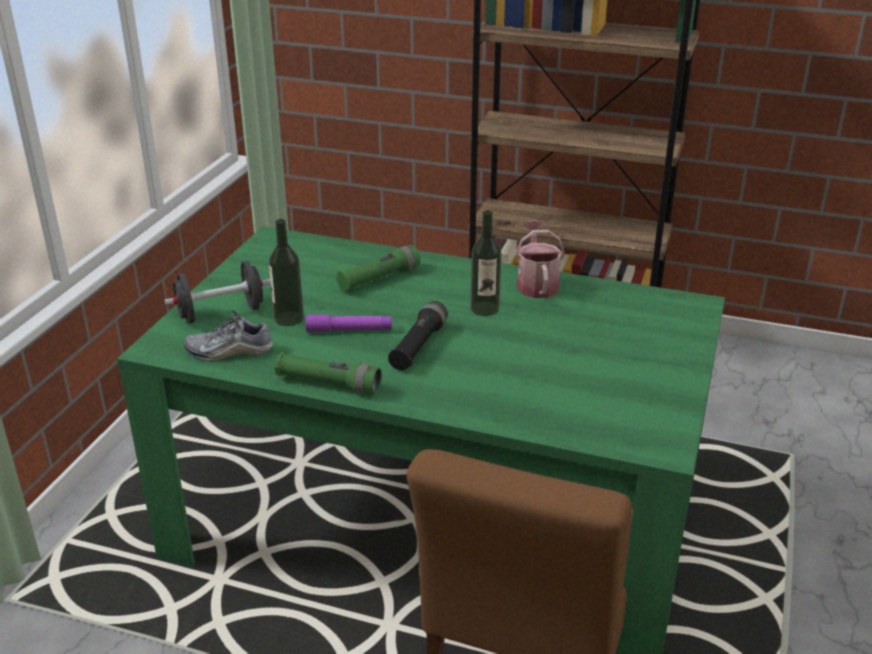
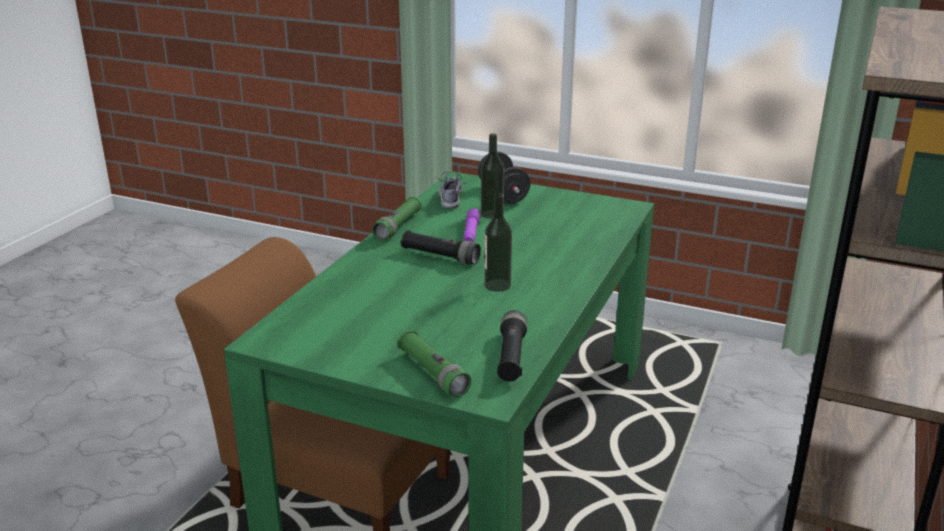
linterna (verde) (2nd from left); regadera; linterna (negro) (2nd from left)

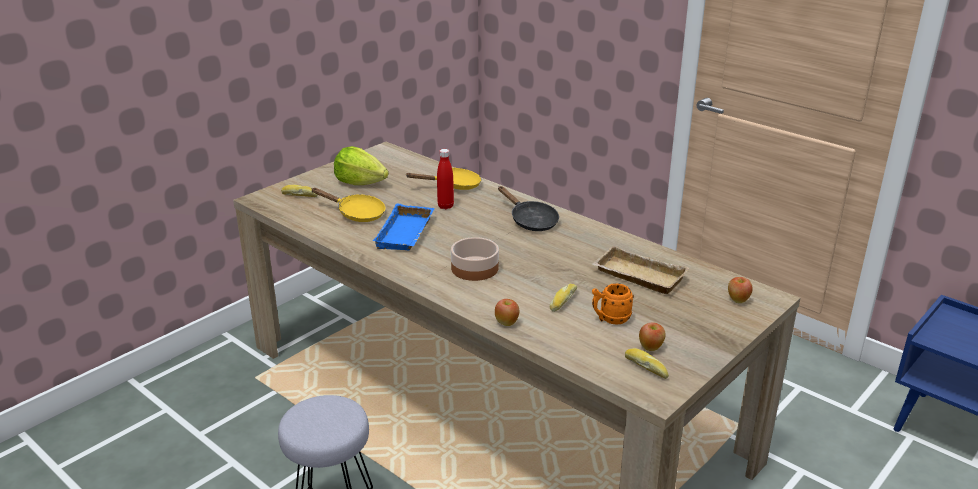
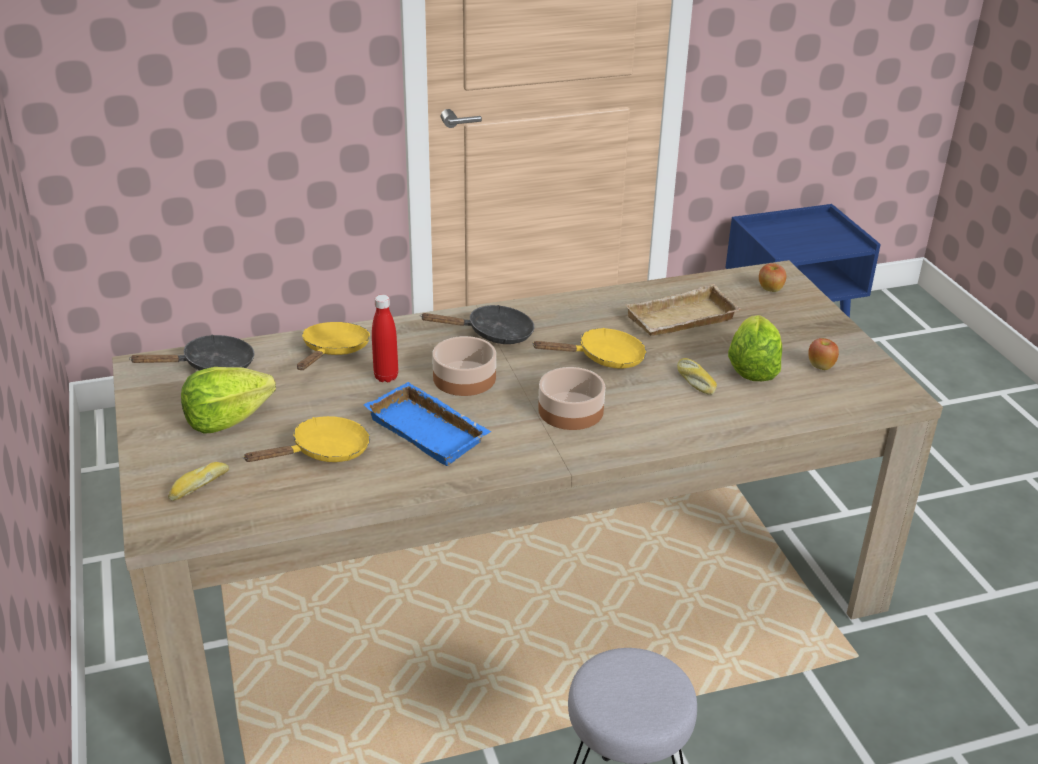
manzana (1st from left in the first image); lechuga (2nd from left); pan (3rd from left in the first image); sartén (negro) (1st from left); cuenco (1st from left); sartén (amarillo) (3rd from left)

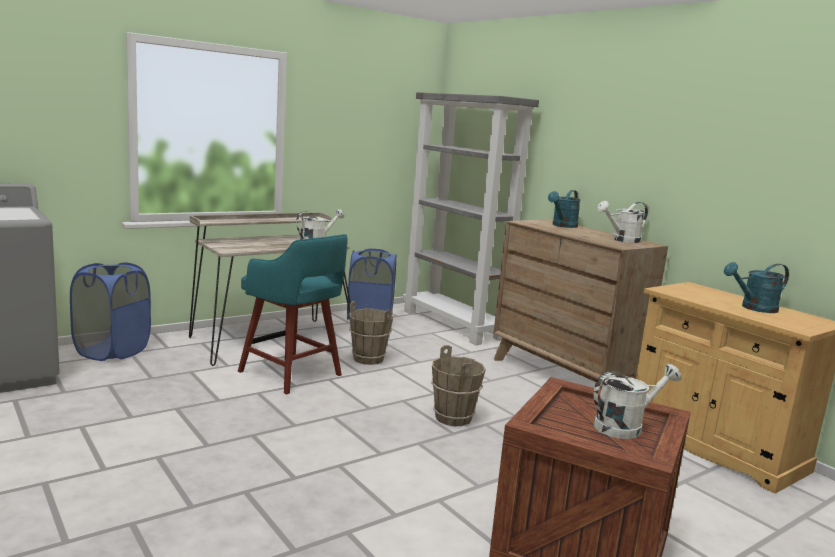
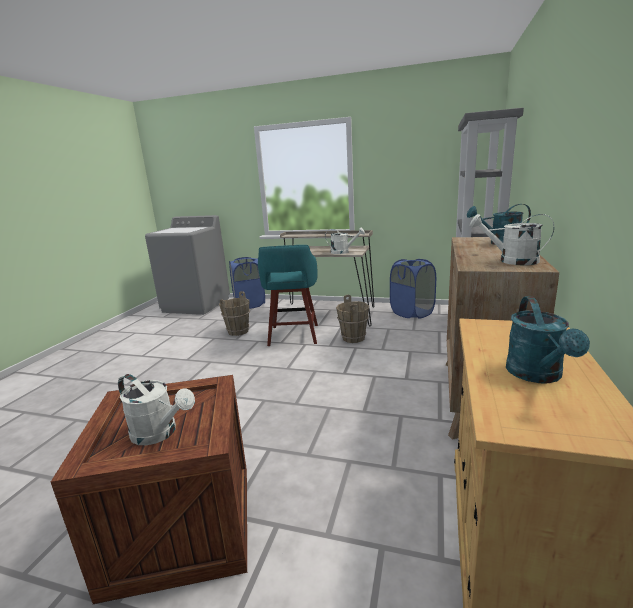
cubo (marrón) (1st from left); regadera (turquesa) (2nd from left)

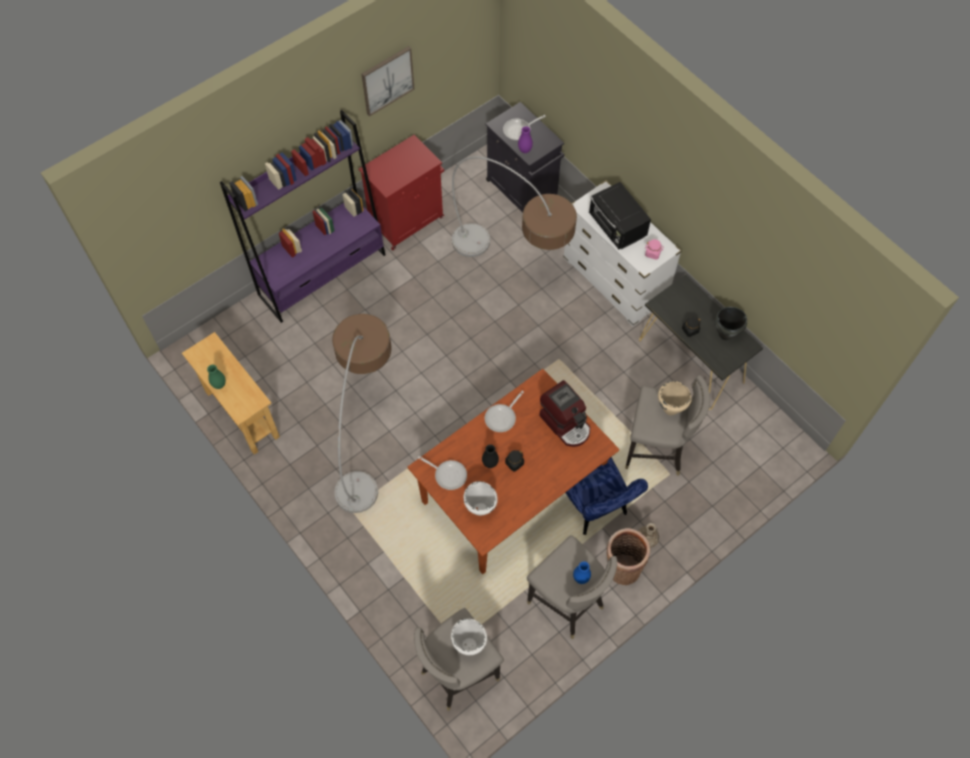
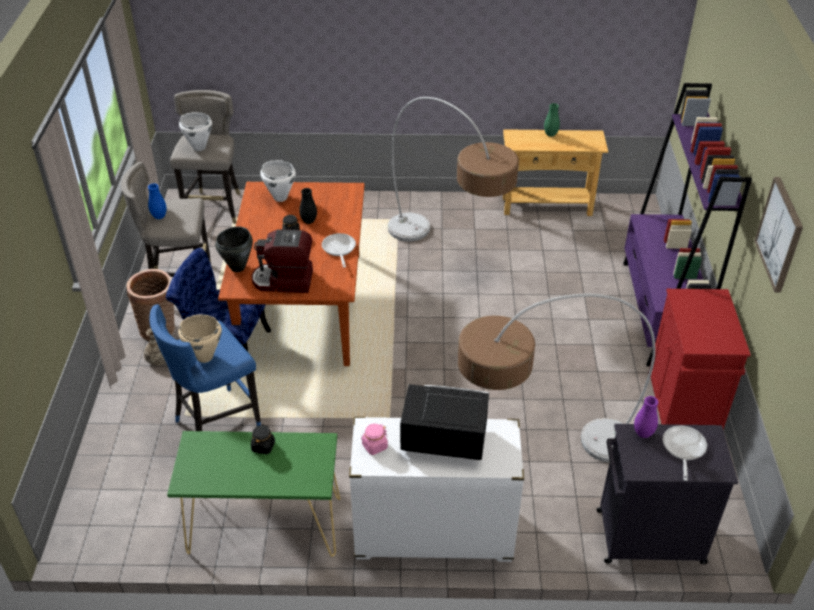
sartén (1st from left in the first image); taburete (azul); mesa consola (verde); olla (negro)

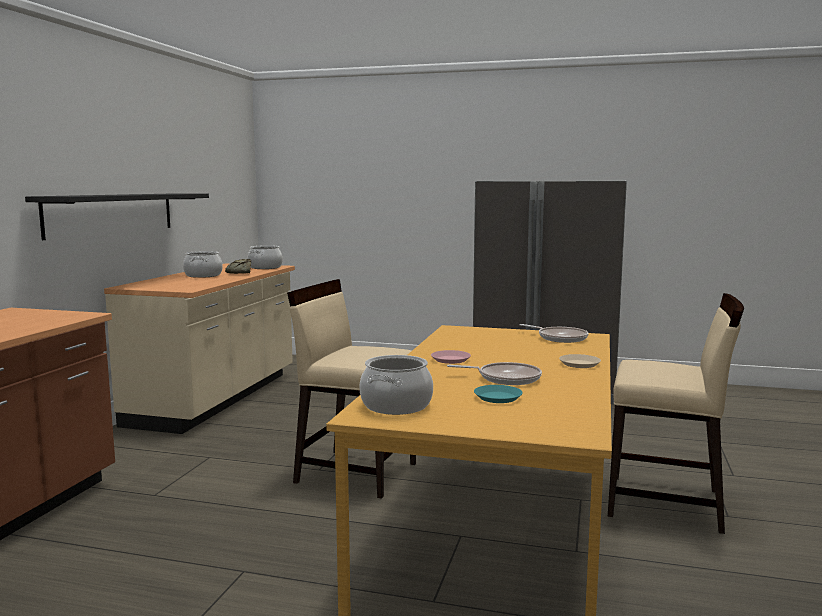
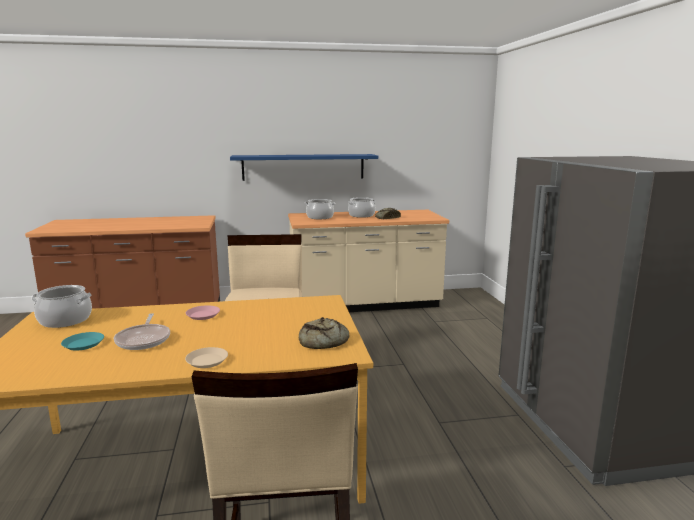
estante (azul); olla (2nd from left); pan (1st from left)

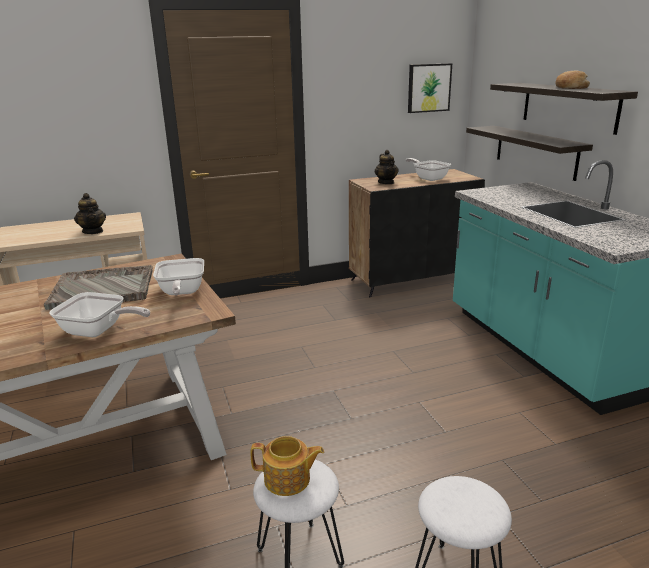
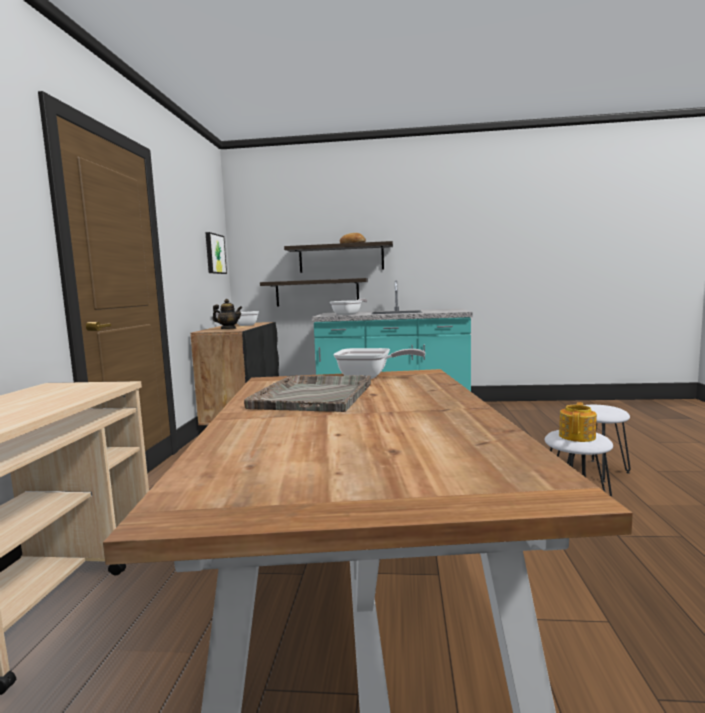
sartén (2nd from left); tetera (1st from left in the first image)

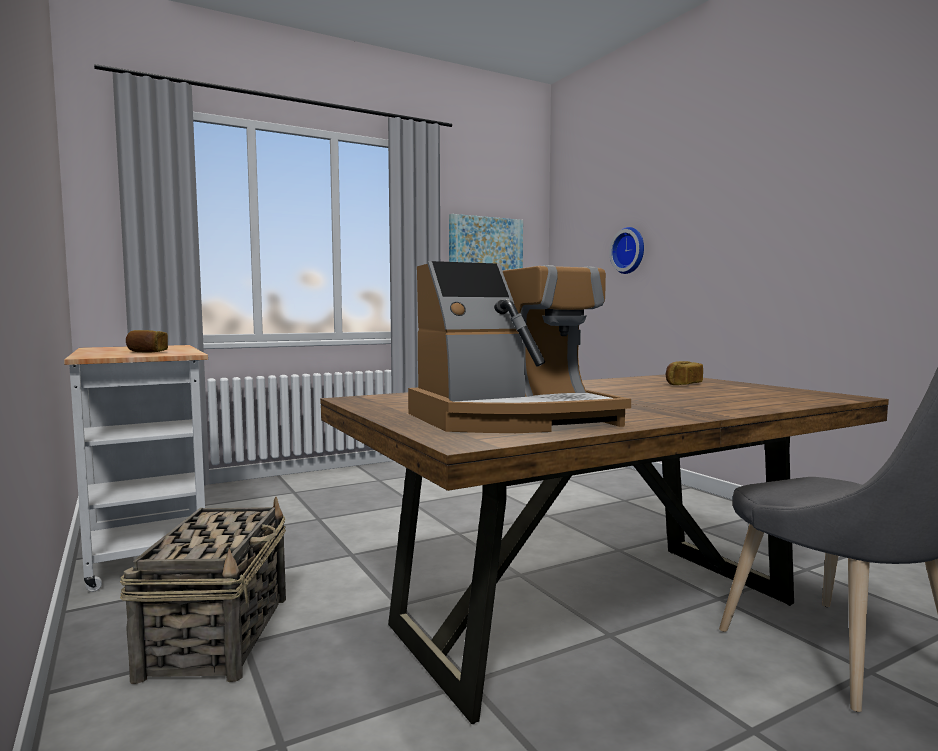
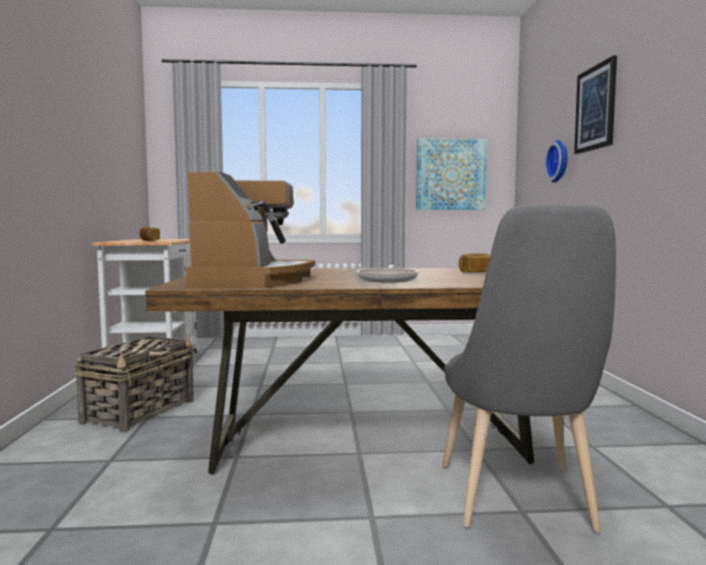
cafetera; sartén; cuadro (2nd from left)

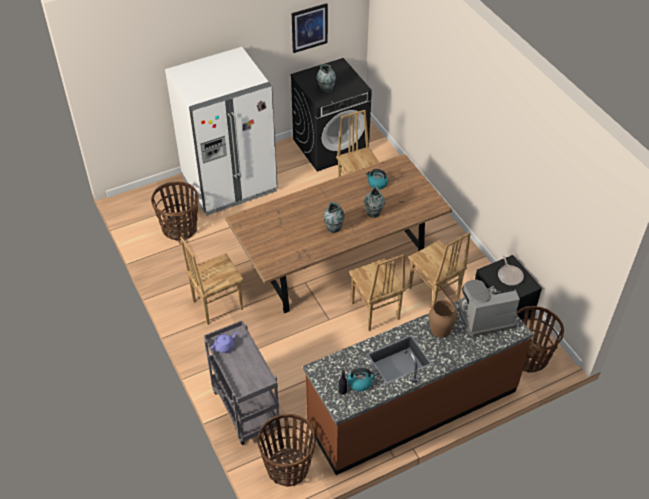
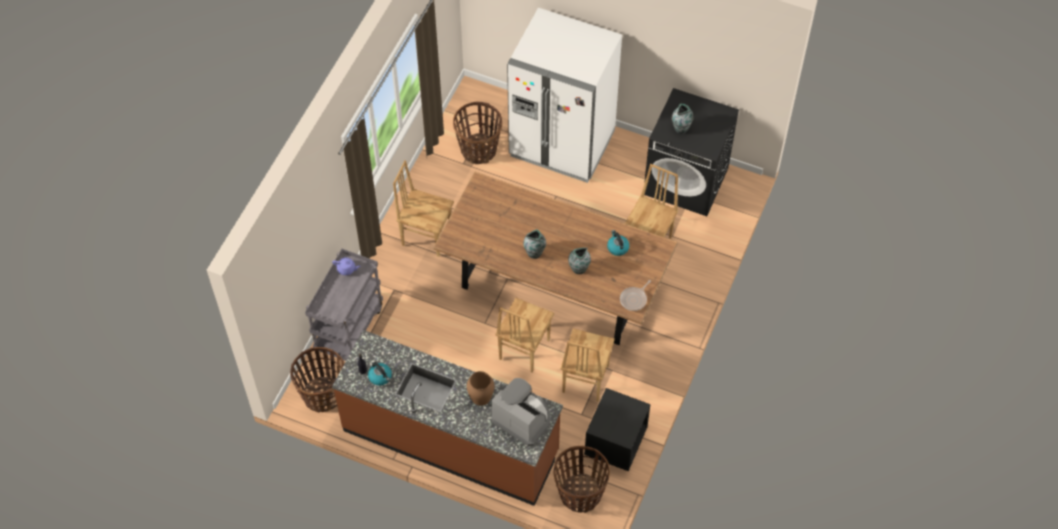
cuadro; sartén

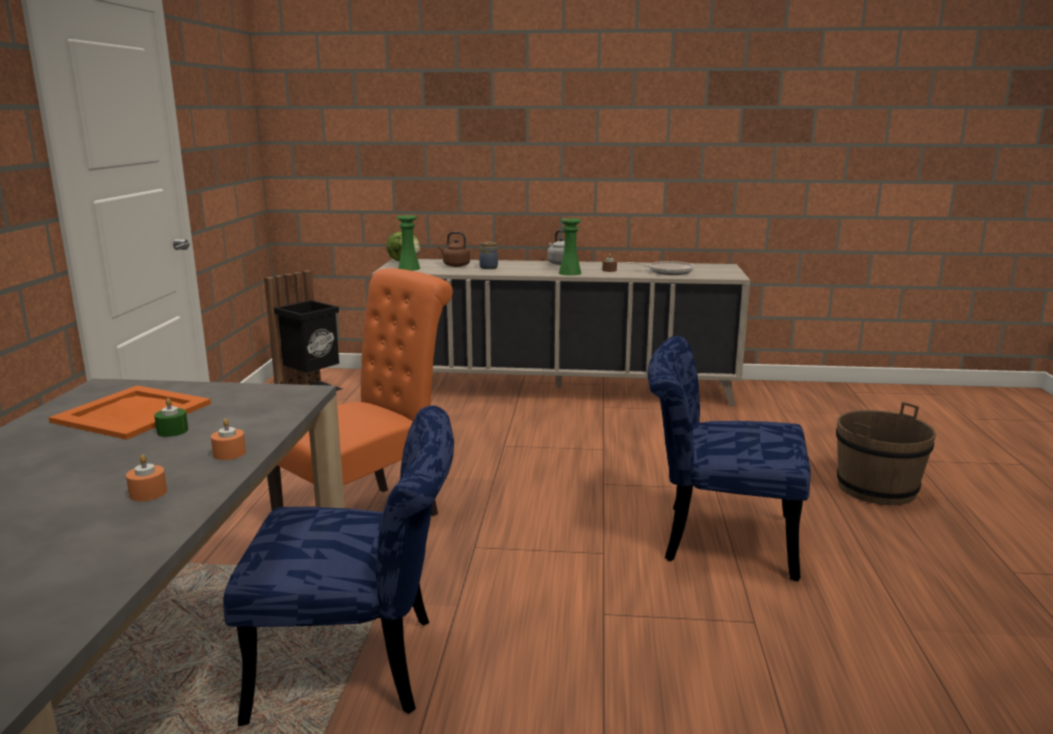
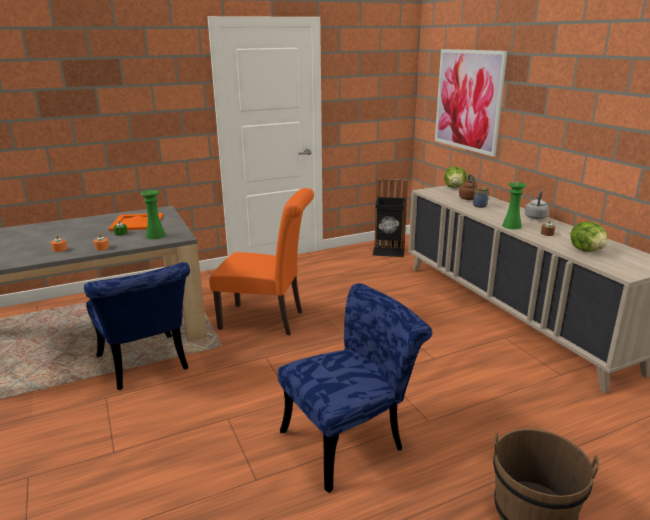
florero (verde) (1st from left); lechuga (2nd from left); silla (azul) (2nd from left); cuadro

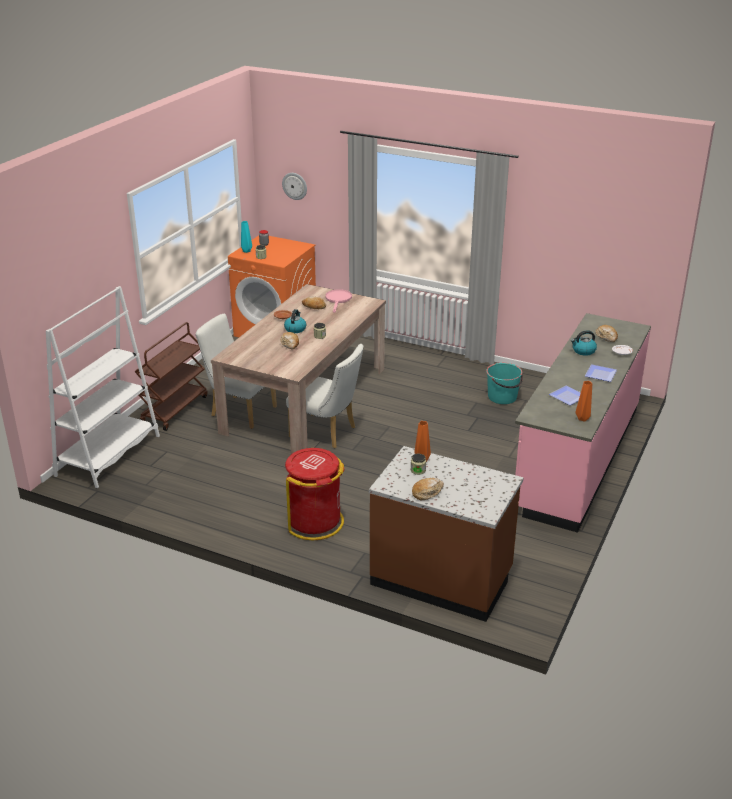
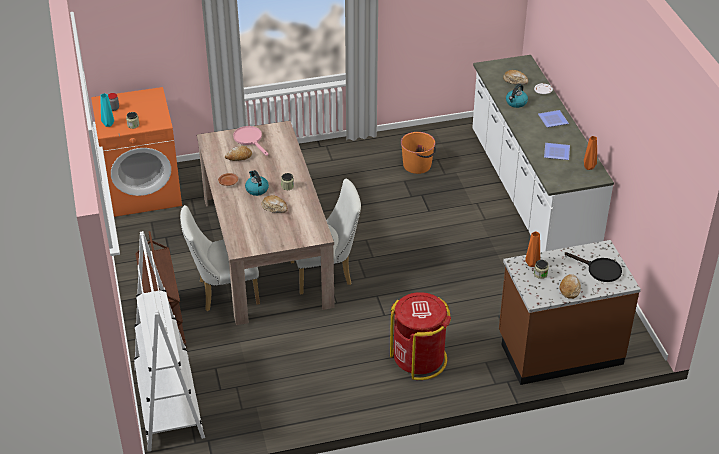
reloj de pared; cubo (naranja); mueble bajo de cocina (blanco); sartén (negro)

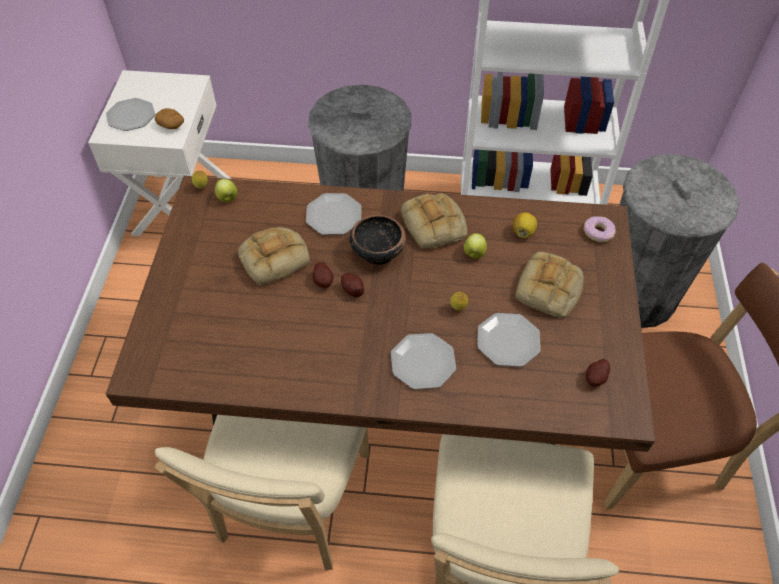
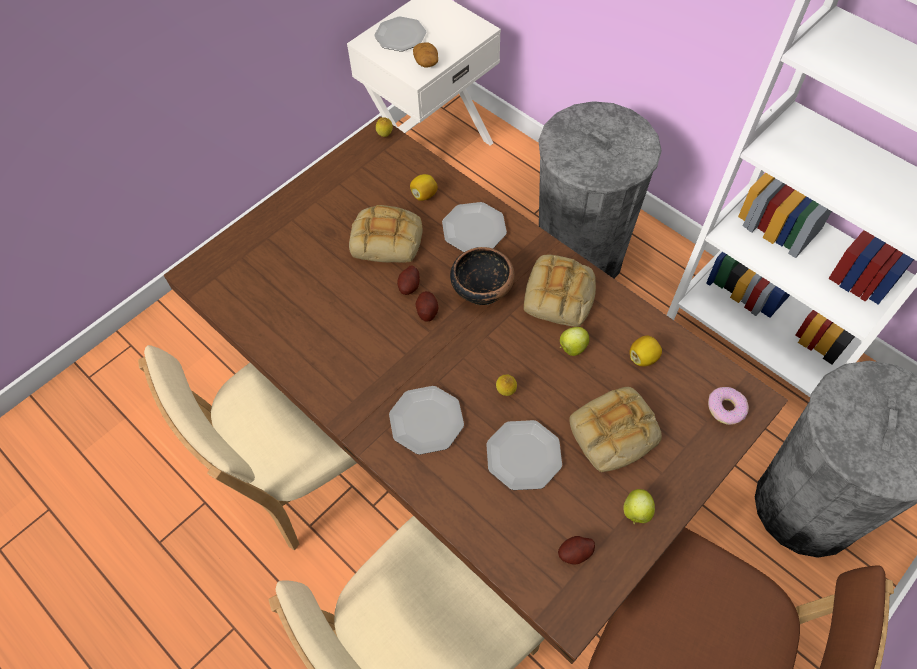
manzana (2nd from left); limón (2nd from left)

